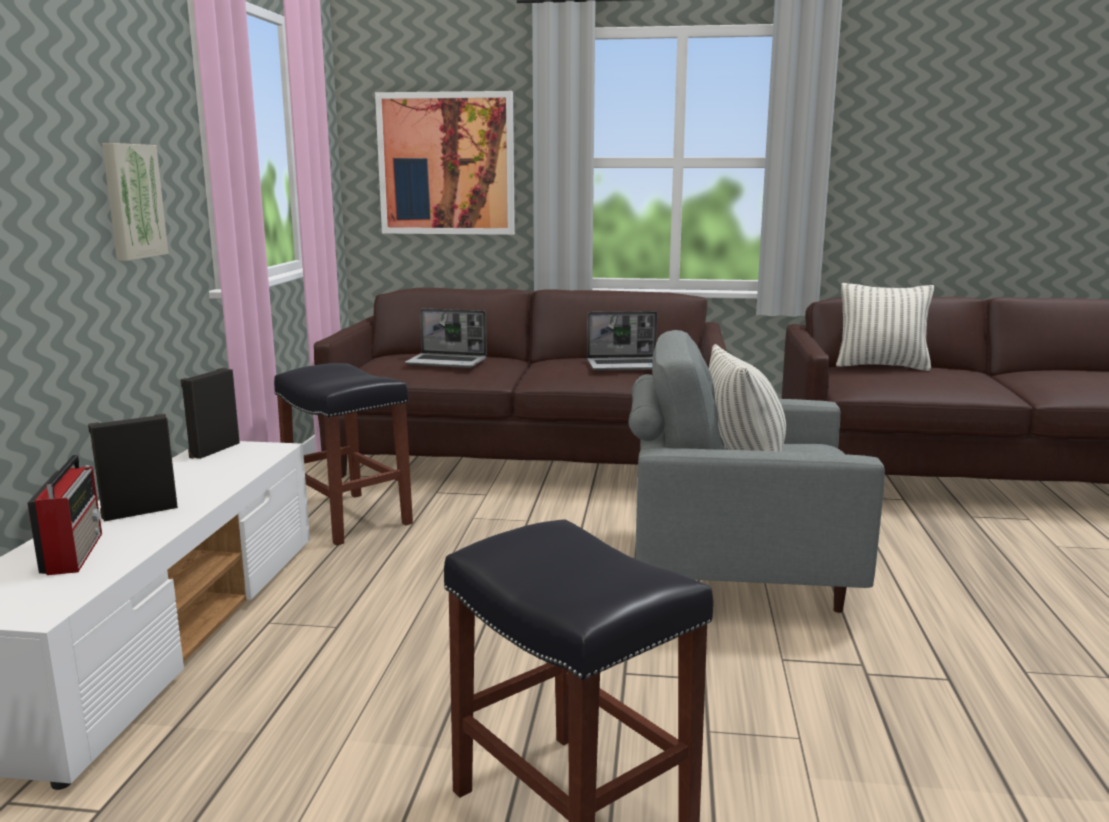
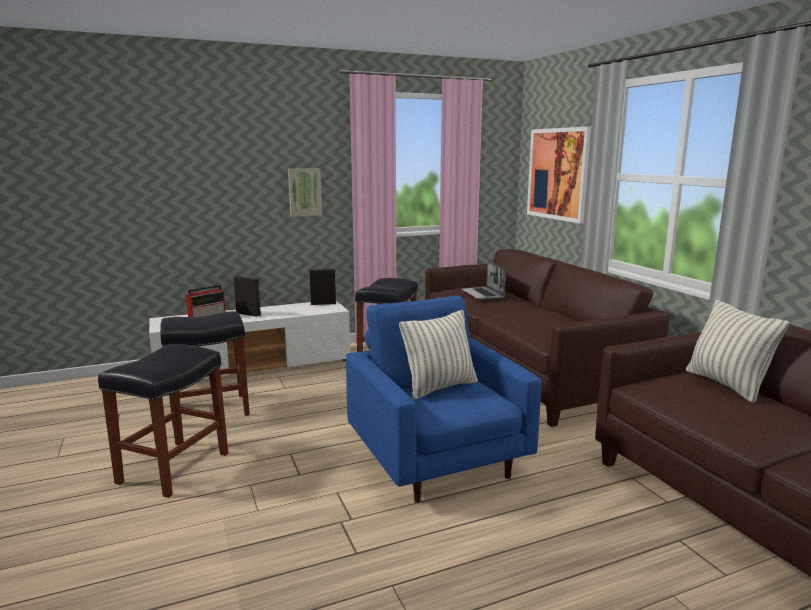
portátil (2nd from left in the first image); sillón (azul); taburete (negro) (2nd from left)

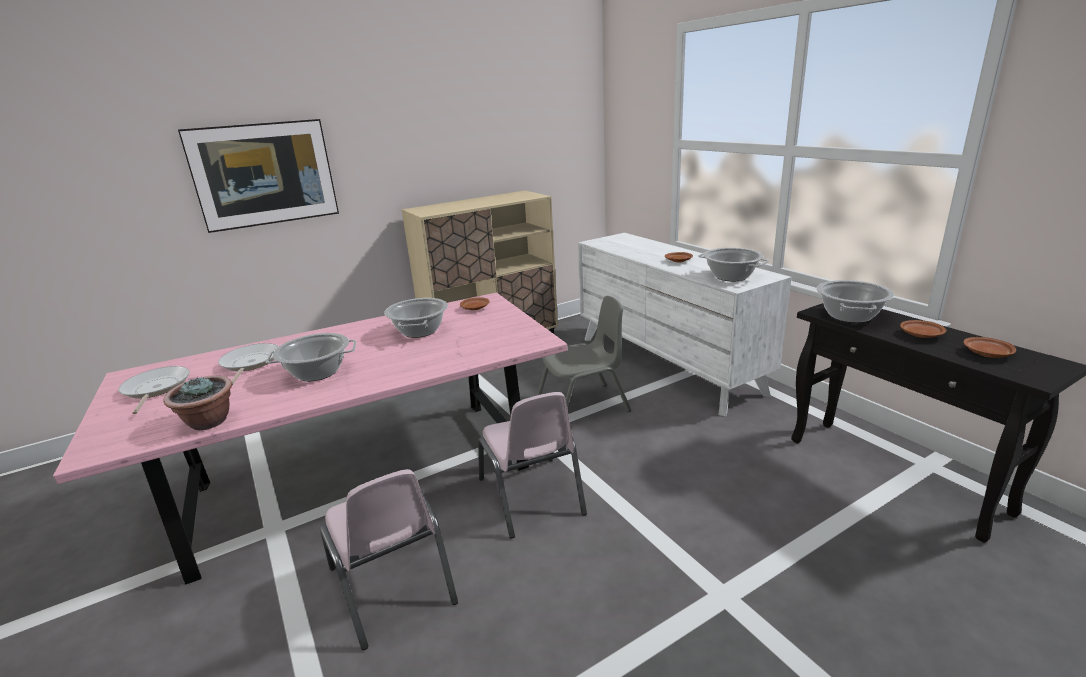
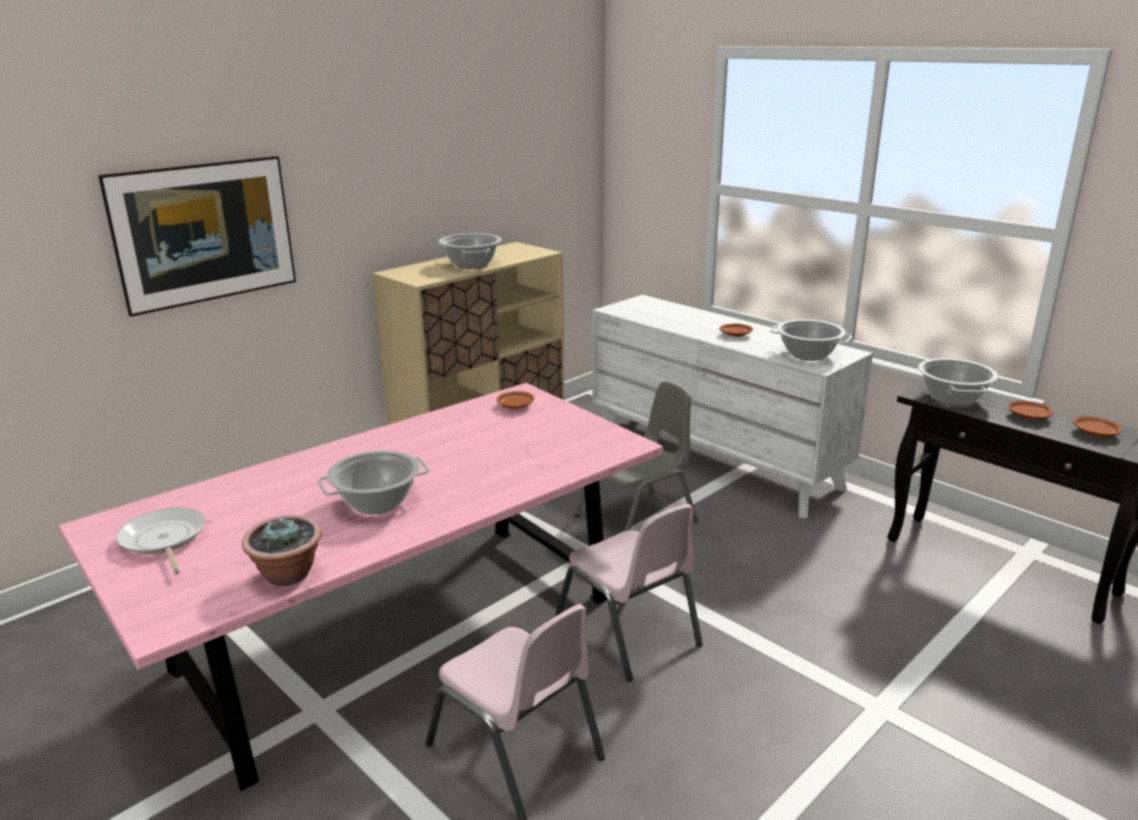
sartén (2nd from left in the first image); olla (2nd from left)

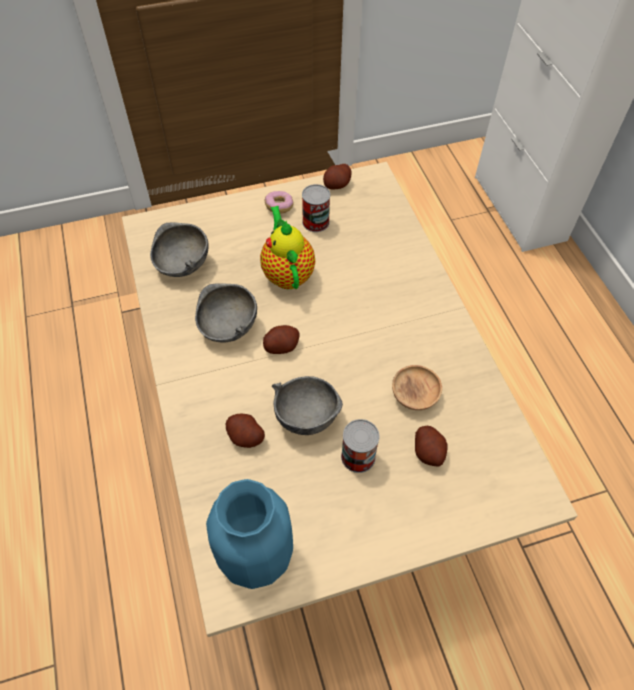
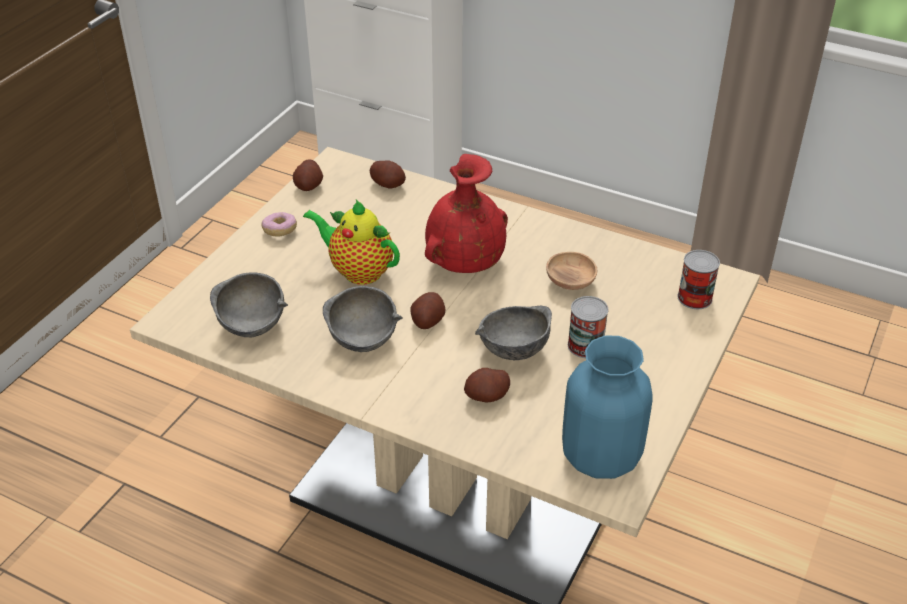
lata (2nd from left); patata (2nd from left); florero (rojo)

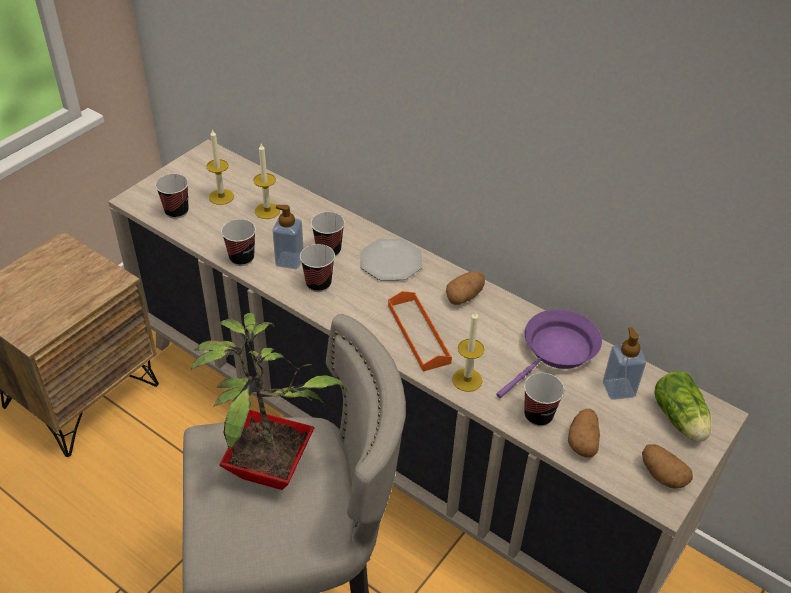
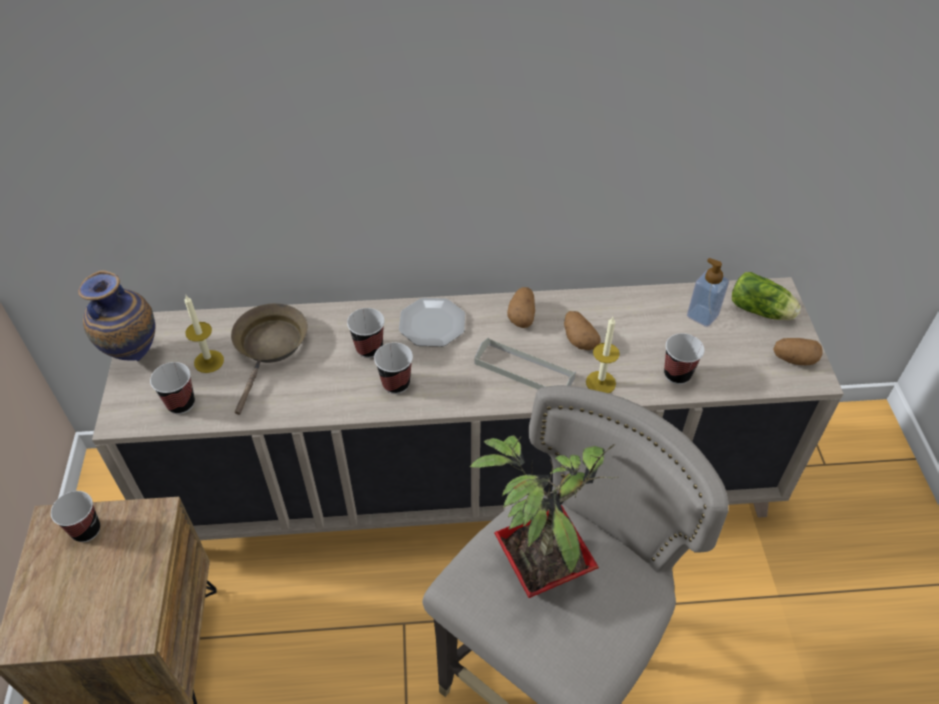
taza (1st from left); sartén (marrón); dispensador de jabón (1st from left in the first image); bandeja (gris); sartén (morado); patata (2nd from left); florero

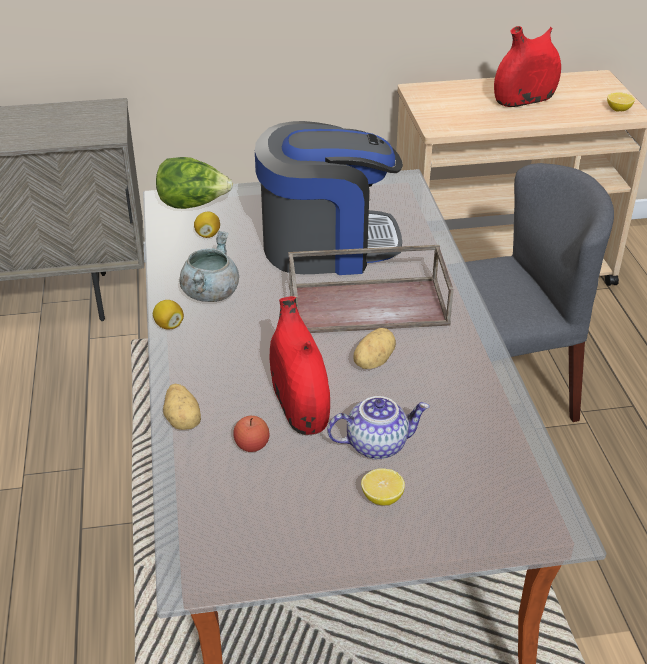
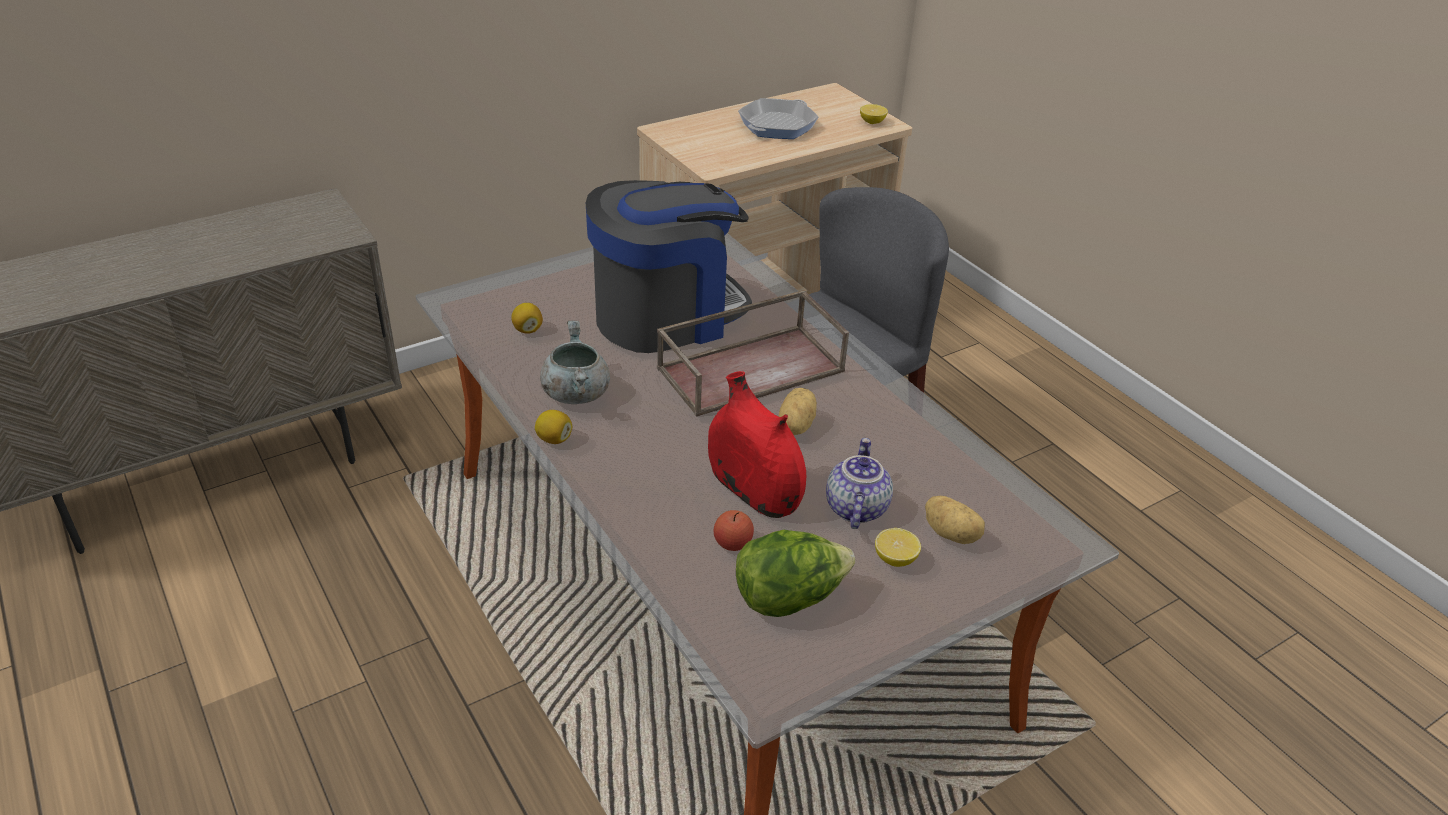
lechuga; patata (2nd from left); tetera; sartén

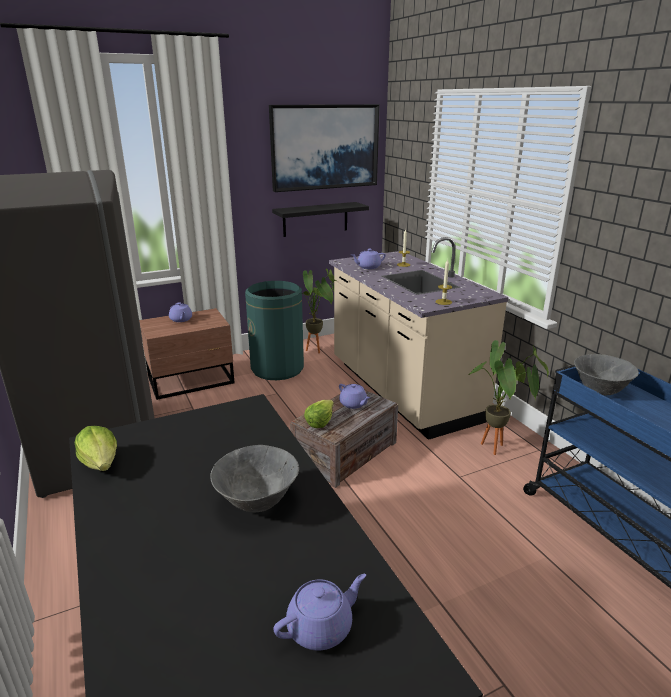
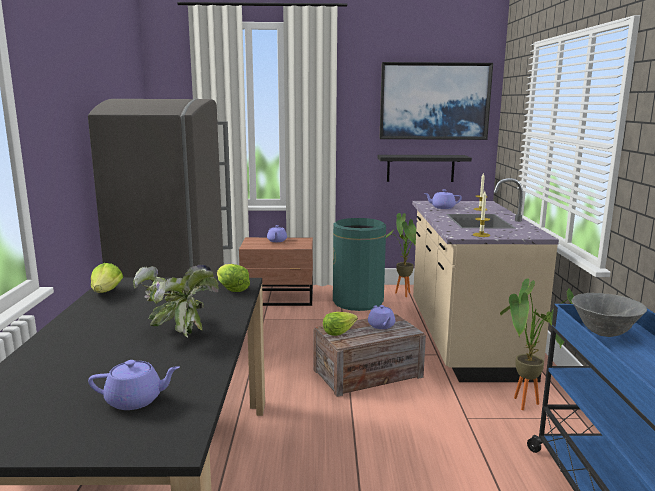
planta en maceta (1st from left); lechuga (2nd from left)

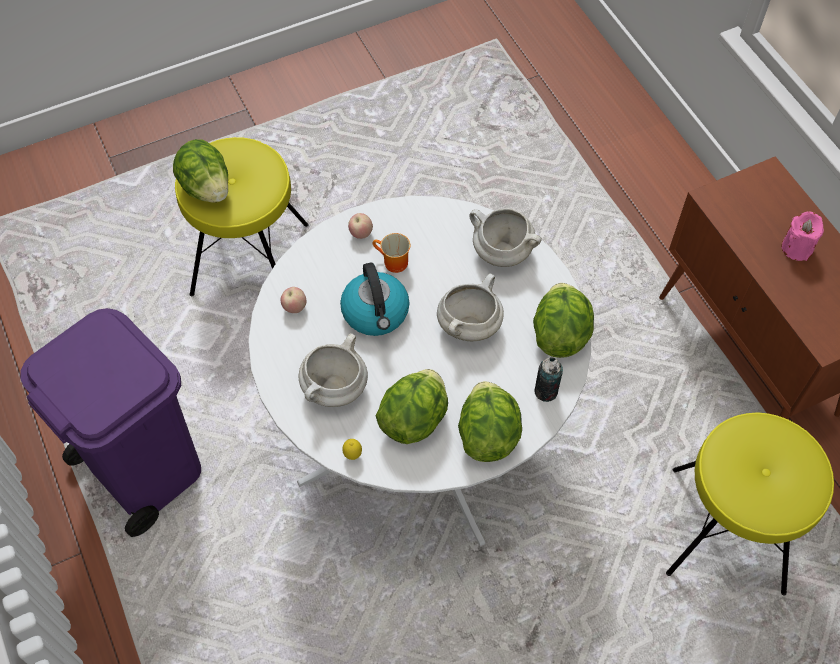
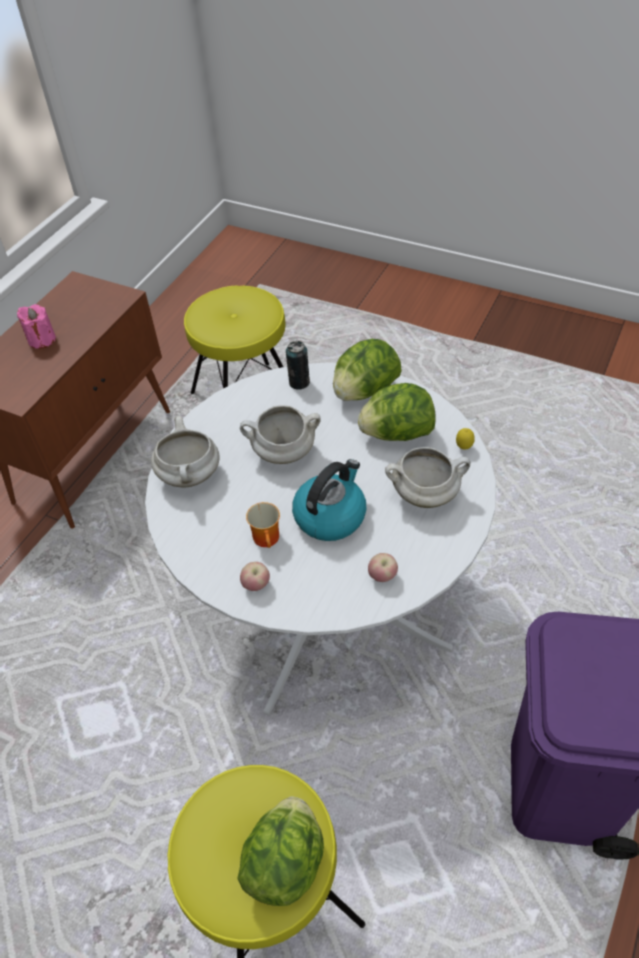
lechuga (4th from left in the first image)

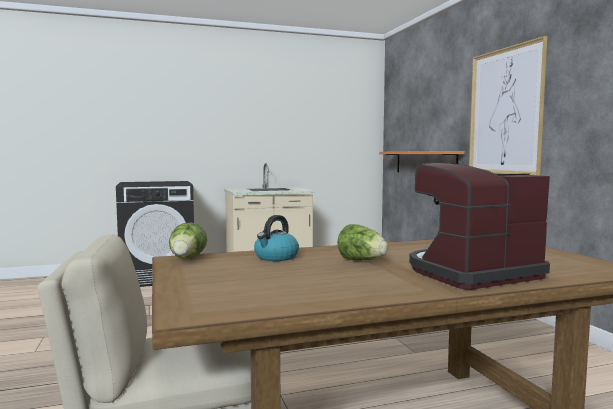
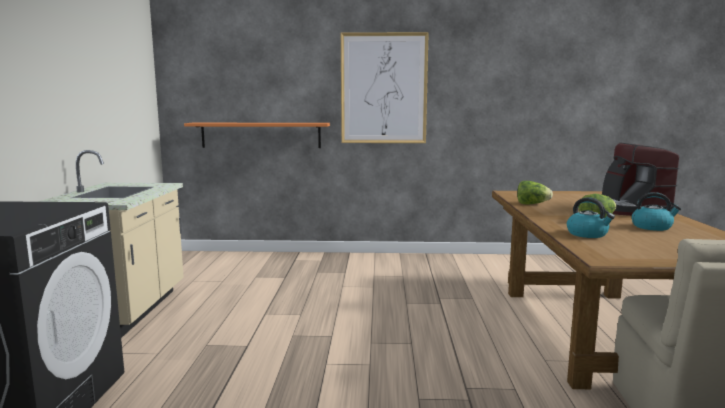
lechuga (1st from left); hervidor (2nd from left)

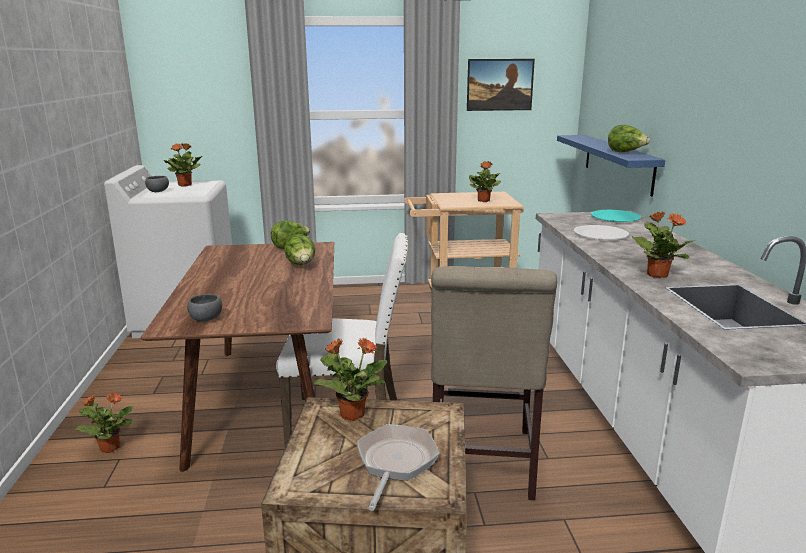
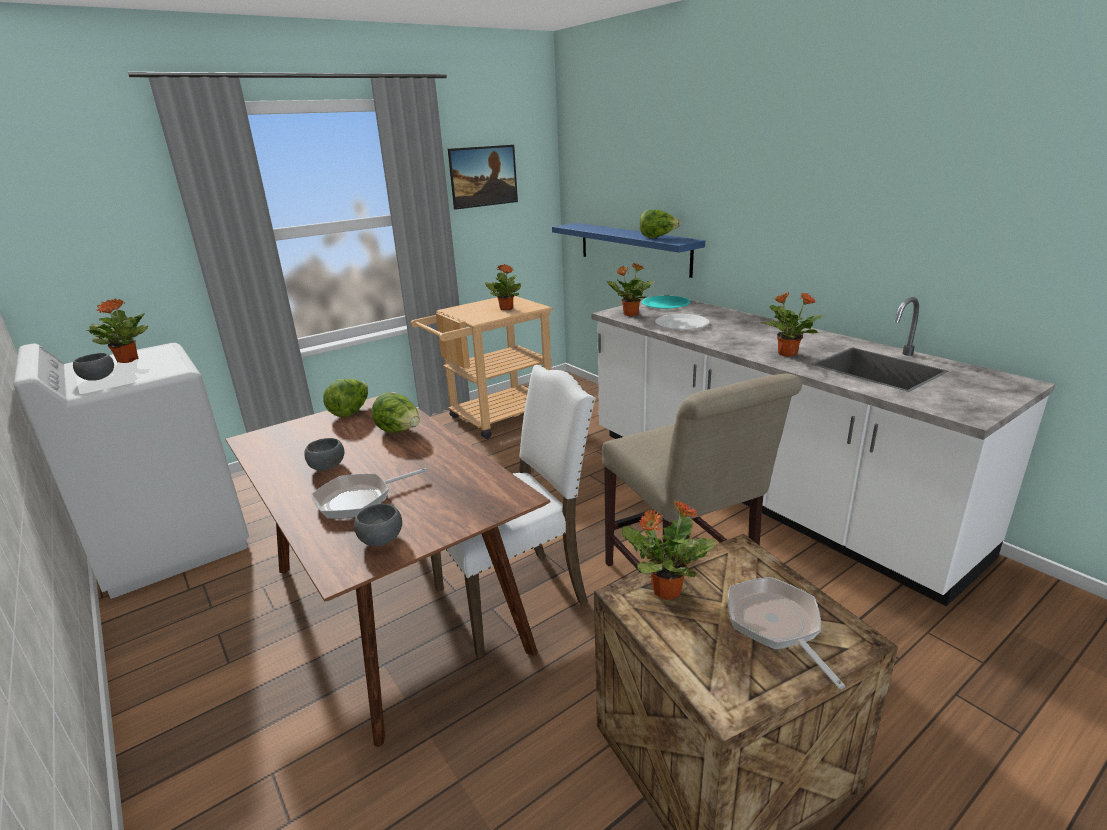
planta en maceta (3rd from left); cuenco (gris) (2nd from left); sartén (1st from left)

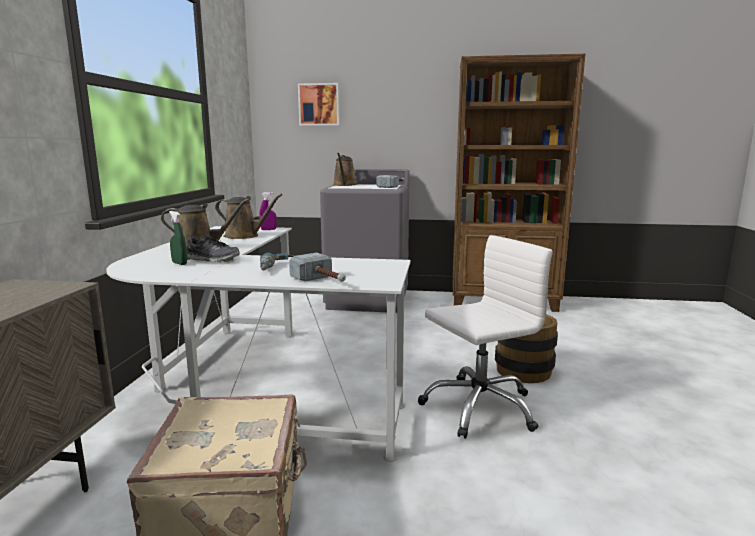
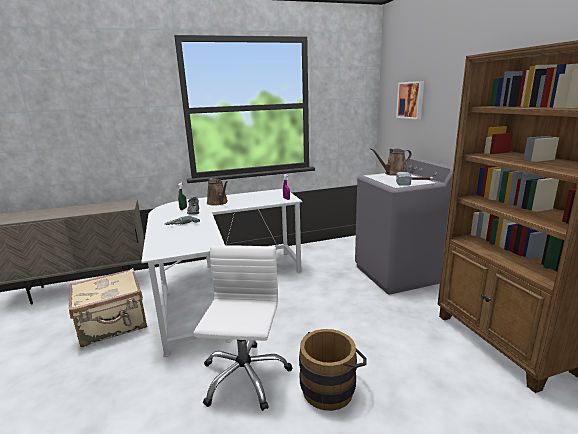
regadera (marrón) (2nd from left in the first image); martillo (1st from left in the first image); silla de oficina (blanco)

